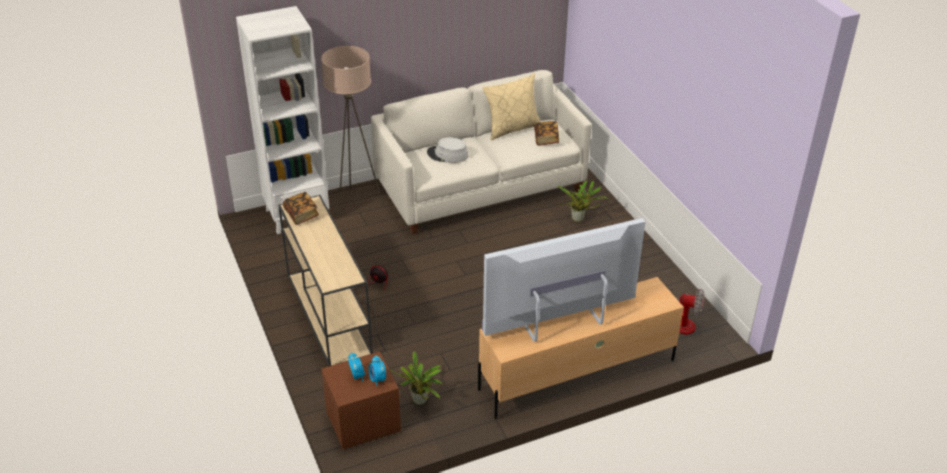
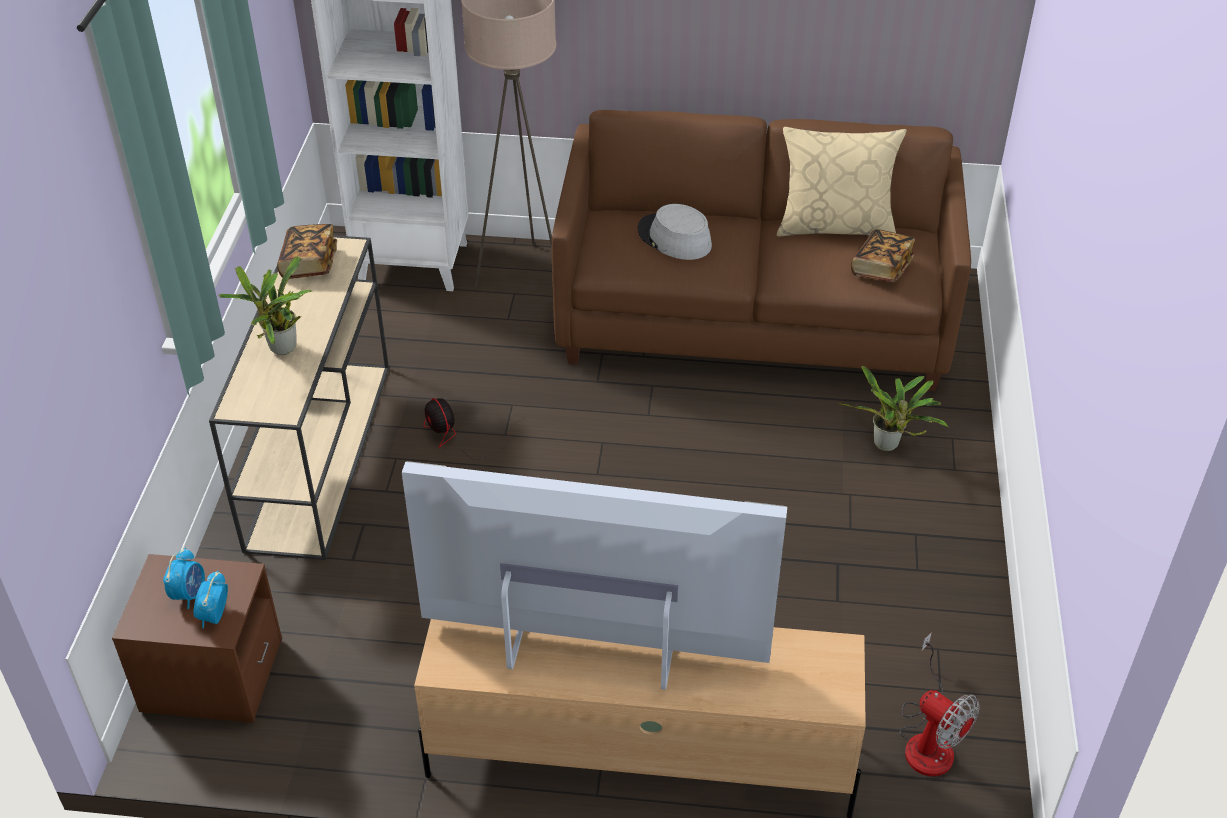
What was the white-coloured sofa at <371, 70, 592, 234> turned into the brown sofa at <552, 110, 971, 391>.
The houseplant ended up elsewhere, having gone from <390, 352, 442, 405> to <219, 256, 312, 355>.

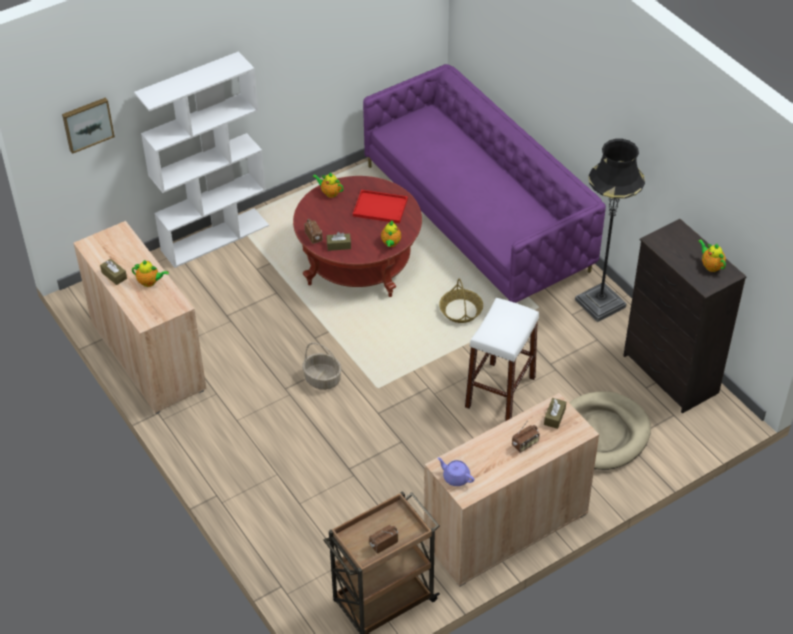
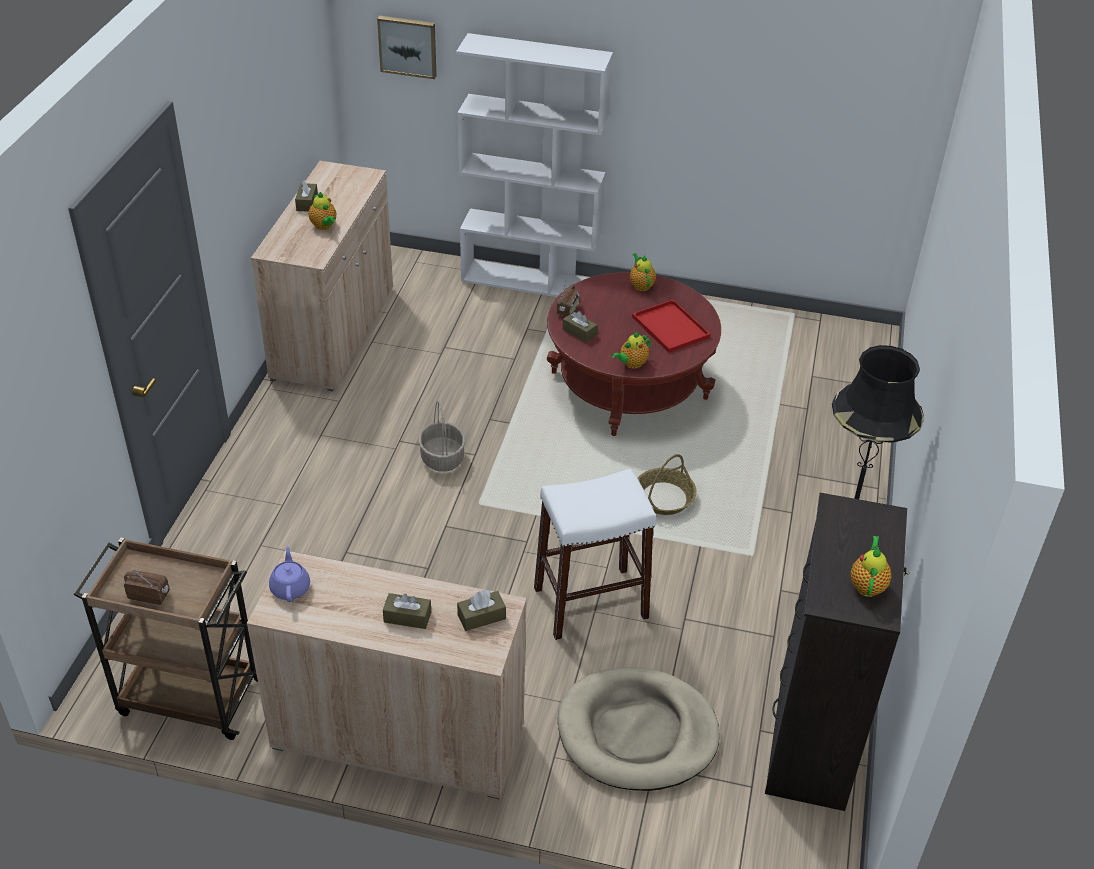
The second view lost the purple sofa at <363, 64, 606, 303>.
Where the radio stood at <512, 420, 540, 453>, the brown box of tissues came to stand at <383, 593, 431, 629>.

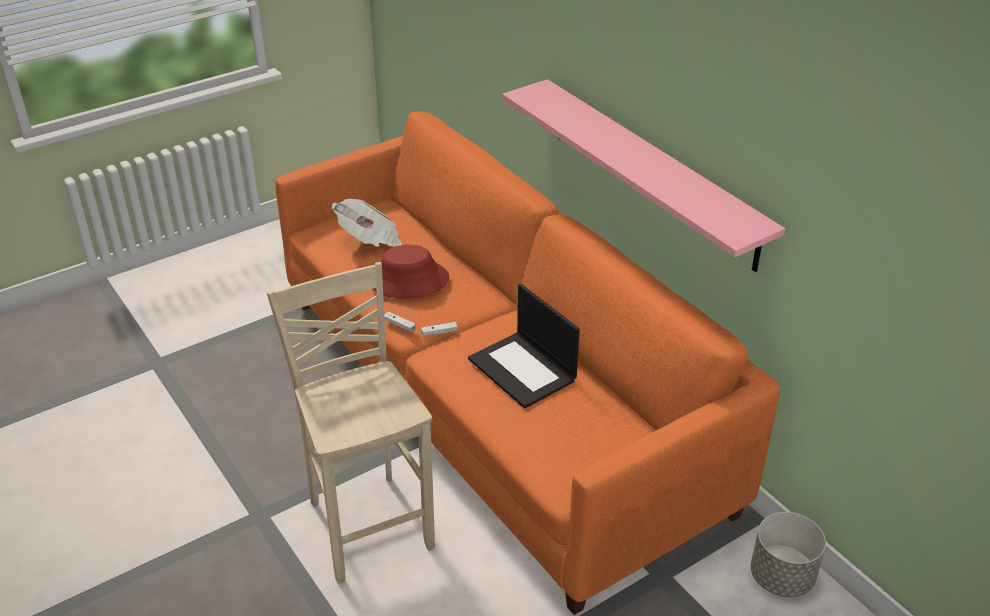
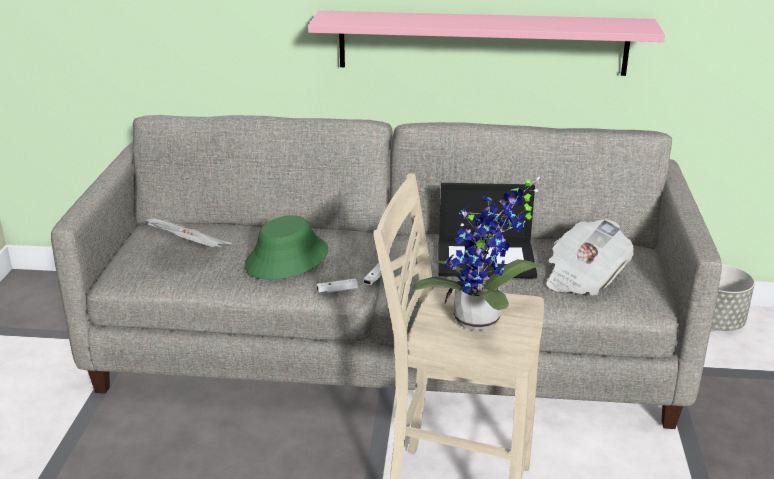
What was the orange sofa at <275, 112, 780, 615> turned into the gray sofa at <51, 115, 722, 429>.
What was the reddish clothing hat at <373, 244, 449, 299> turned into the green-coloured clothing hat at <244, 215, 328, 280>.
The second view gained the houseplant at <413, 176, 545, 331>.
The second view gained the printed paper at <546, 219, 634, 296>.

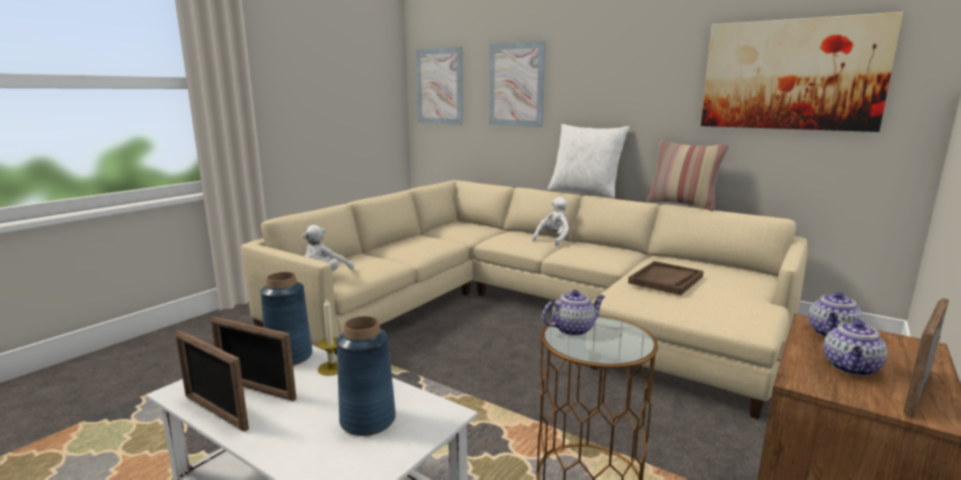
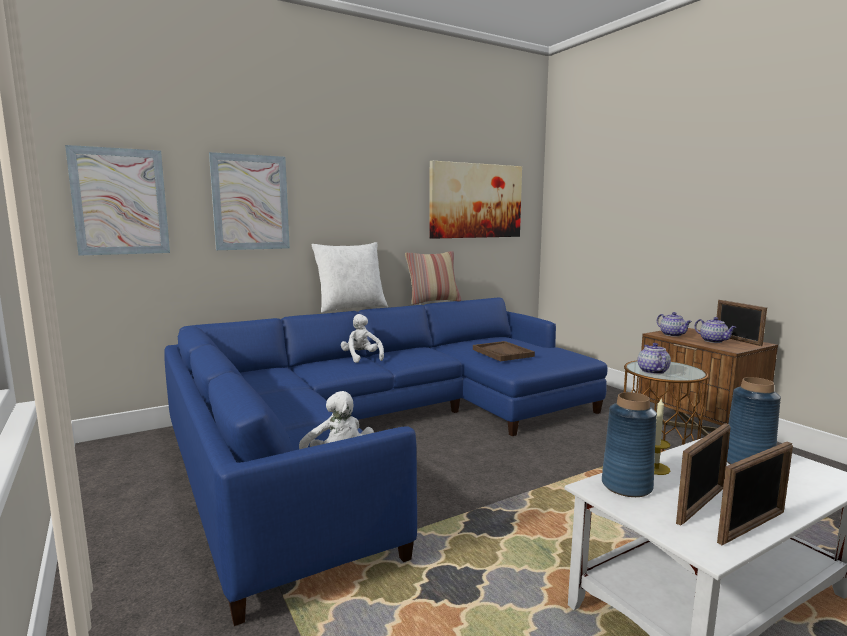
What was the beige sofa at <241, 180, 808, 419> turned into the bluish sofa at <164, 297, 608, 626>.

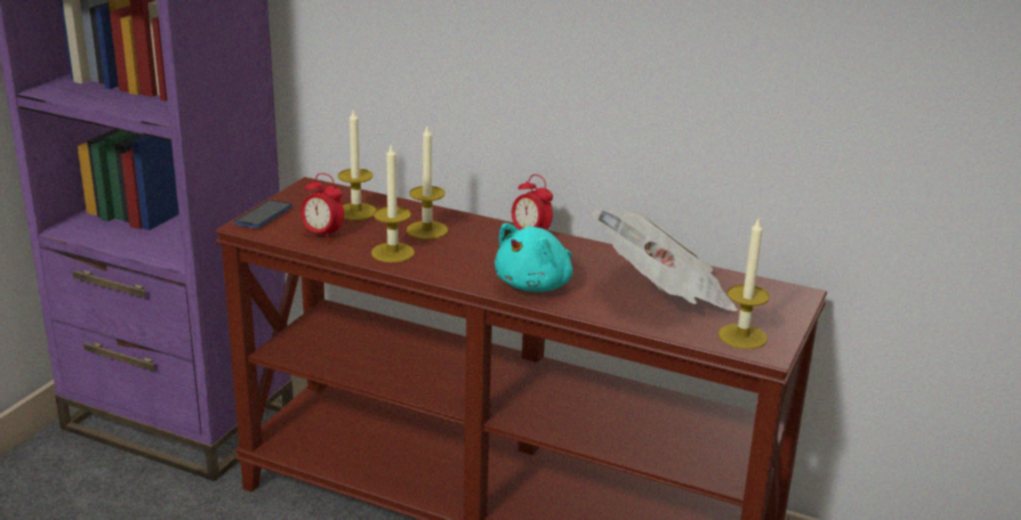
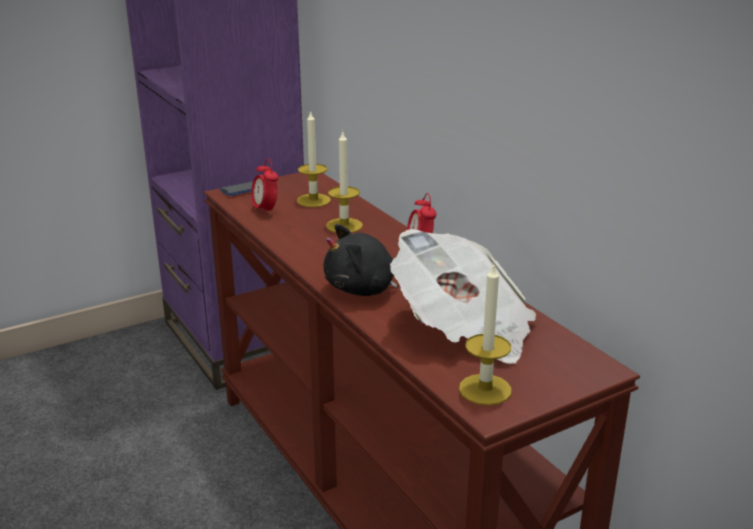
The second view lost the wax candle at <371, 145, 415, 263>.
What was the blue-green plush toy at <494, 223, 573, 292> turned into the black plush toy at <324, 224, 397, 296>.

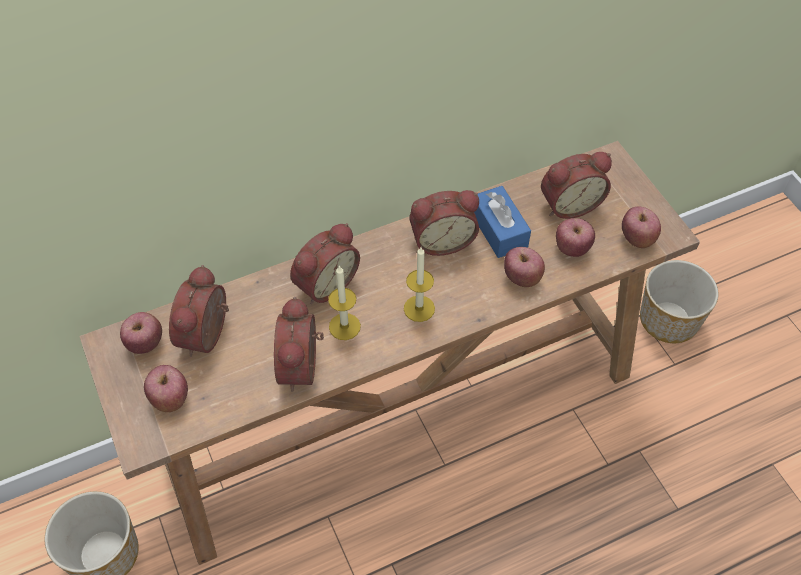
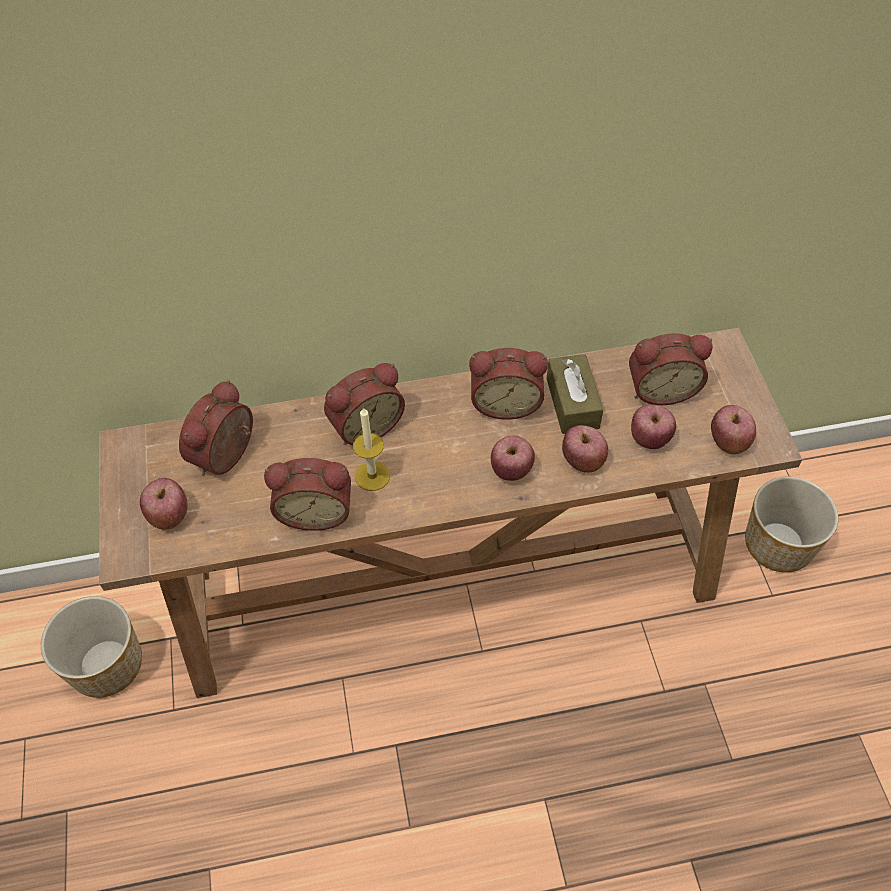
What was the bluish box of tissues at <474, 186, 531, 258> turned into the brown box of tissues at <546, 354, 603, 434>.
The second view lost the wax candle at <404, 247, 435, 322>.
The table clock at <274, 297, 324, 392> ended up facing another way, 105 degrees counterclockwise from before.
The apple ended up elsewhere, having gone from <120, 312, 162, 354> to <491, 436, 535, 481>.

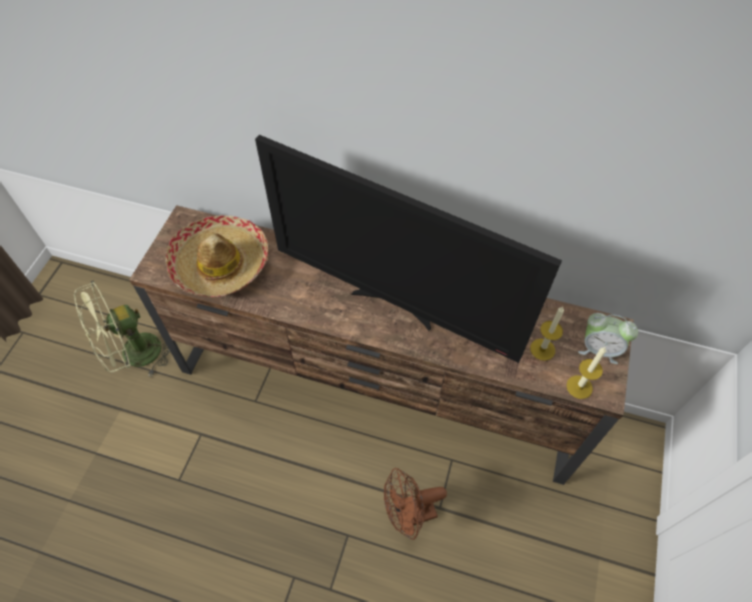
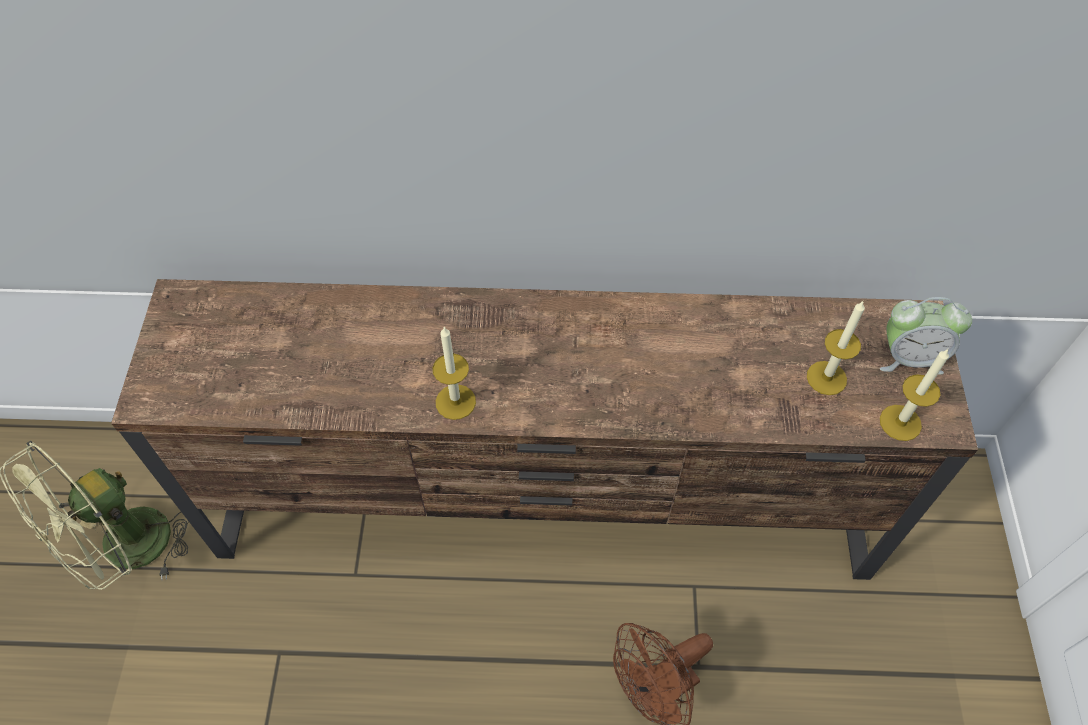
The second view lost the TV at <255, 135, 562, 363>.
The second view lost the clothing hat at <166, 215, 269, 297>.
The second view gained the wax candle at <433, 326, 476, 420>.

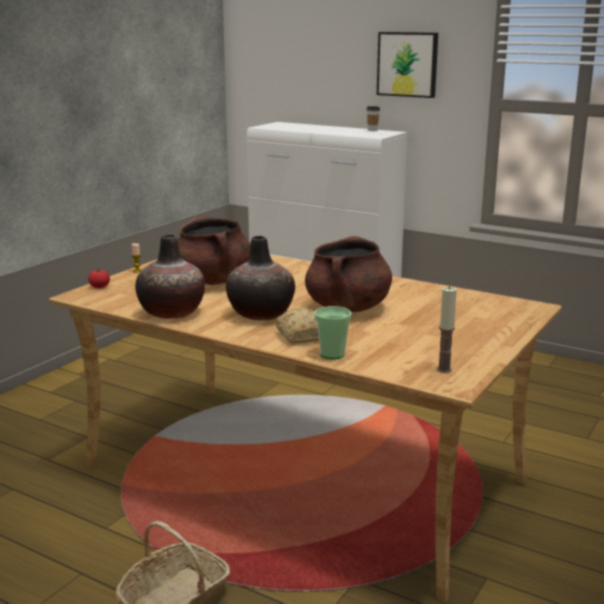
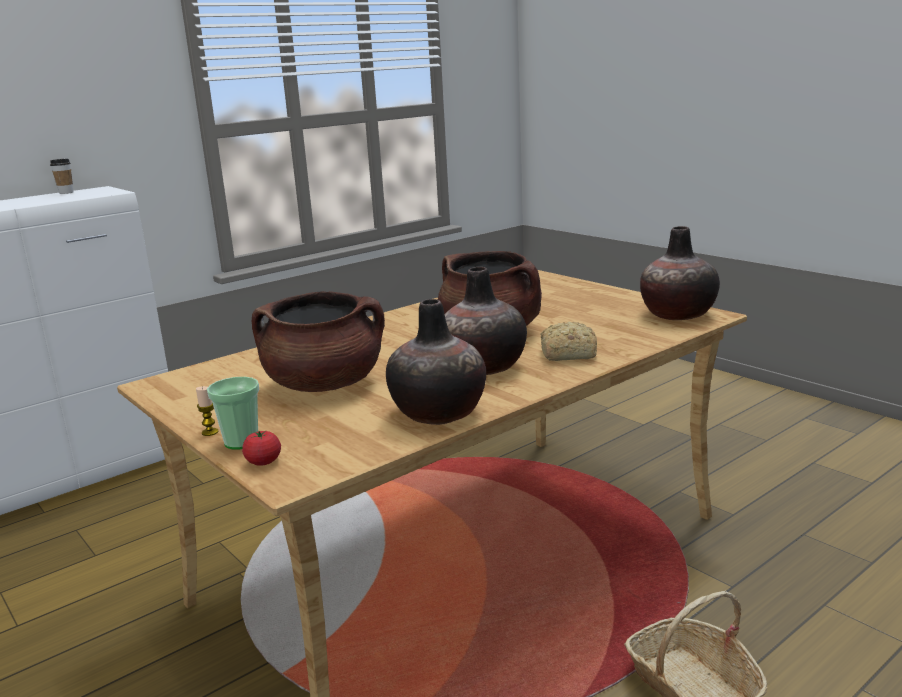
The second view lost the wall picture at <377, 32, 438, 98>.
Where the wax candle stood at <437, 286, 457, 373>, the flower vase came to stand at <640, 226, 720, 320>.
The drinking cup ended up elsewhere, having gone from <314, 306, 351, 359> to <207, 377, 259, 450>.

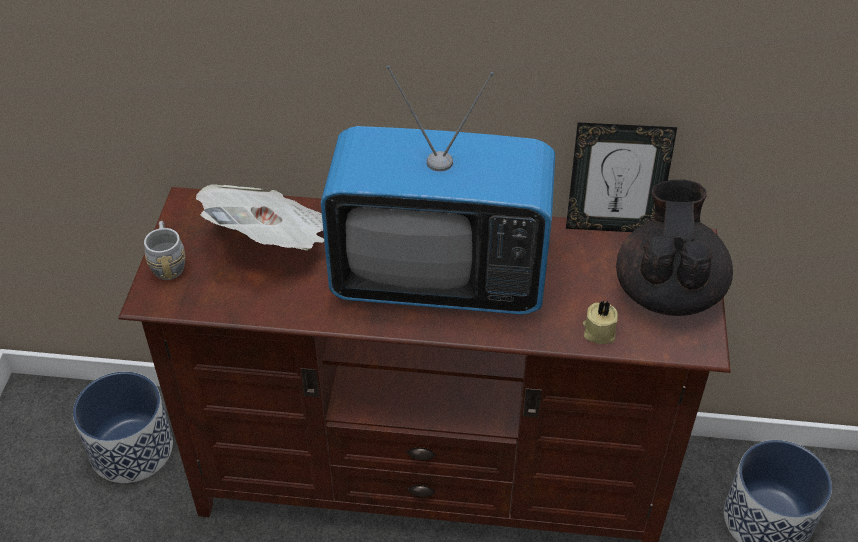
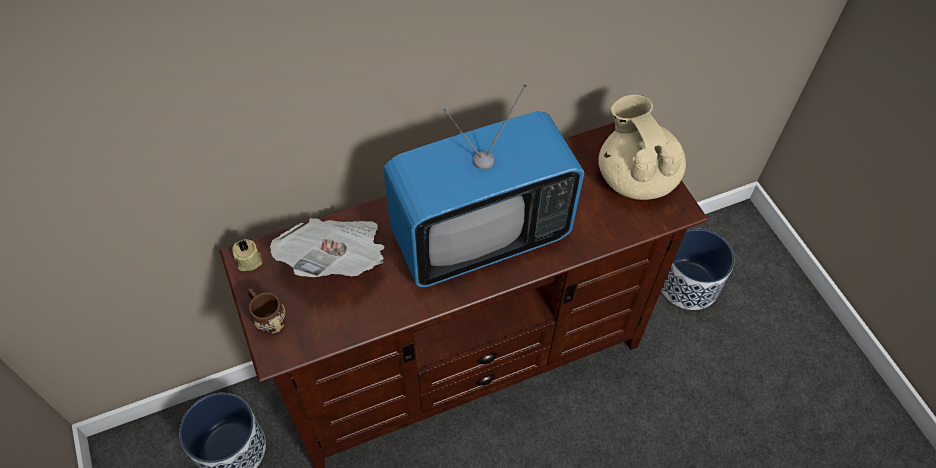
The second view lost the photo frame at <566, 122, 677, 232>.
What was the black pot for tea at <616, 179, 733, 316> turned into the beige pot for tea at <598, 95, 686, 200>.
What was the gray coffee mug at <144, 221, 185, 280> turned into the brown coffee mug at <247, 288, 285, 334>.
The beige wax candle ended up elsewhere, having gone from <583, 301, 618, 344> to <232, 239, 263, 271>.

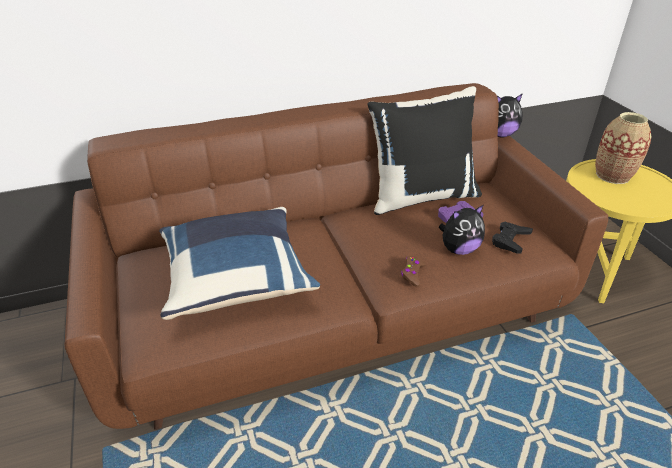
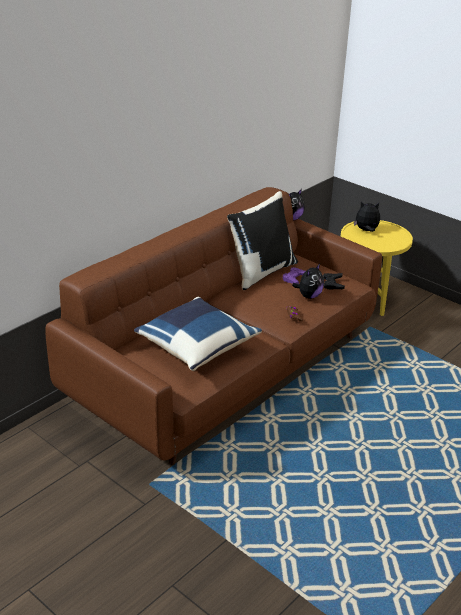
Where the flower vase stood at <595, 112, 651, 184>, the plush toy came to stand at <354, 201, 380, 232>.

